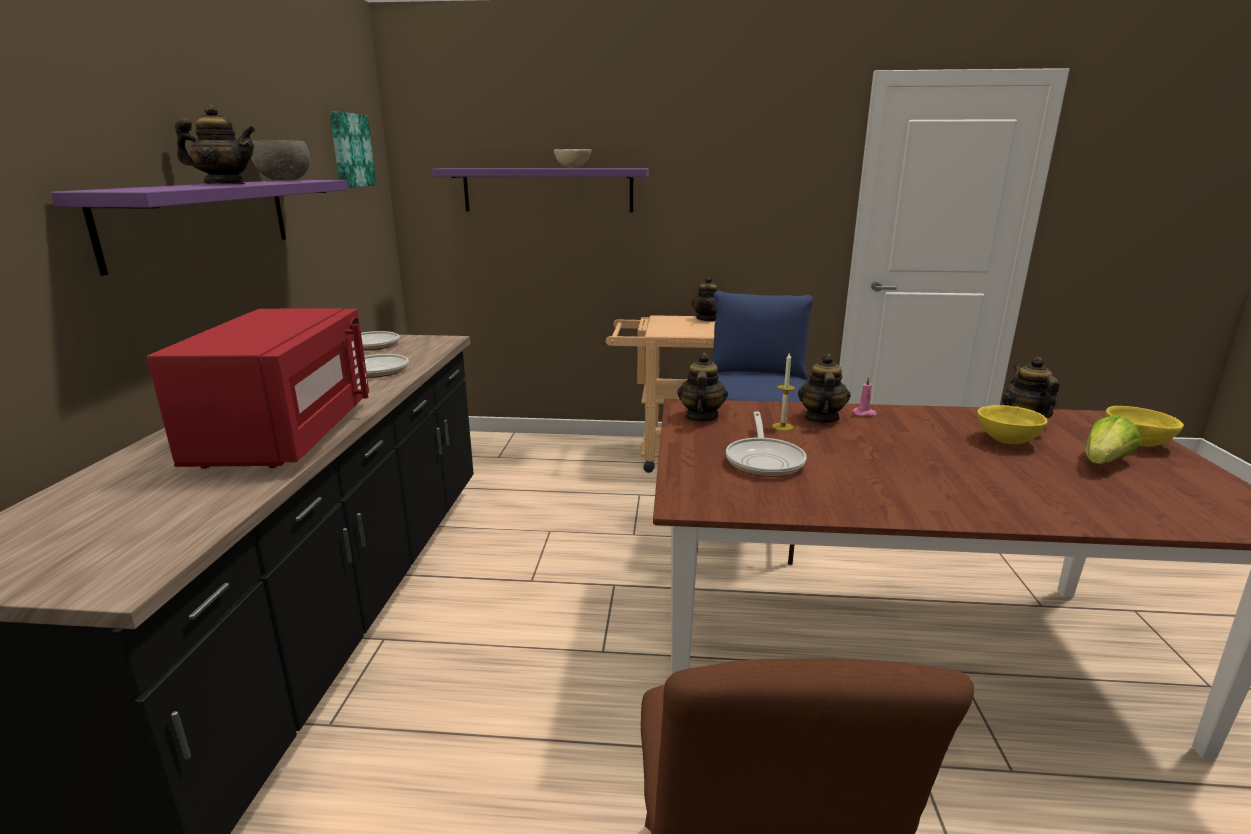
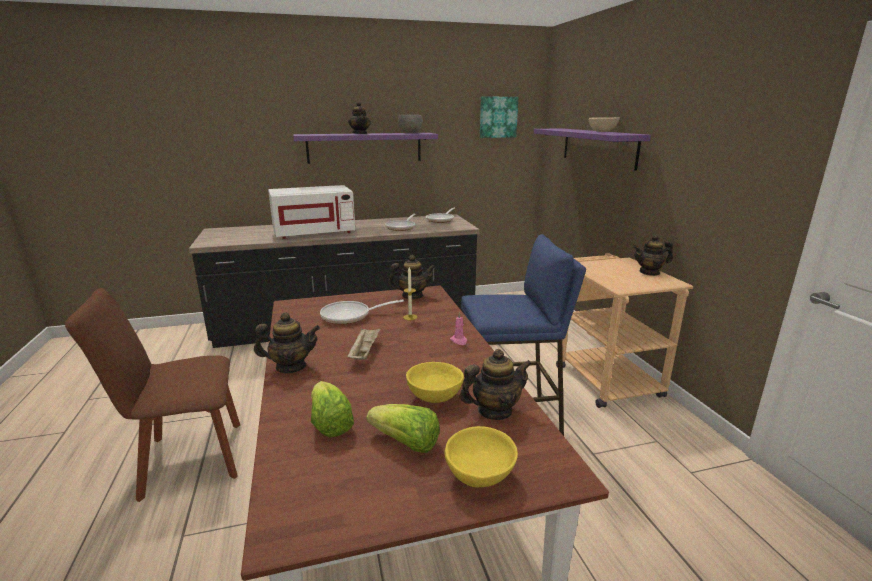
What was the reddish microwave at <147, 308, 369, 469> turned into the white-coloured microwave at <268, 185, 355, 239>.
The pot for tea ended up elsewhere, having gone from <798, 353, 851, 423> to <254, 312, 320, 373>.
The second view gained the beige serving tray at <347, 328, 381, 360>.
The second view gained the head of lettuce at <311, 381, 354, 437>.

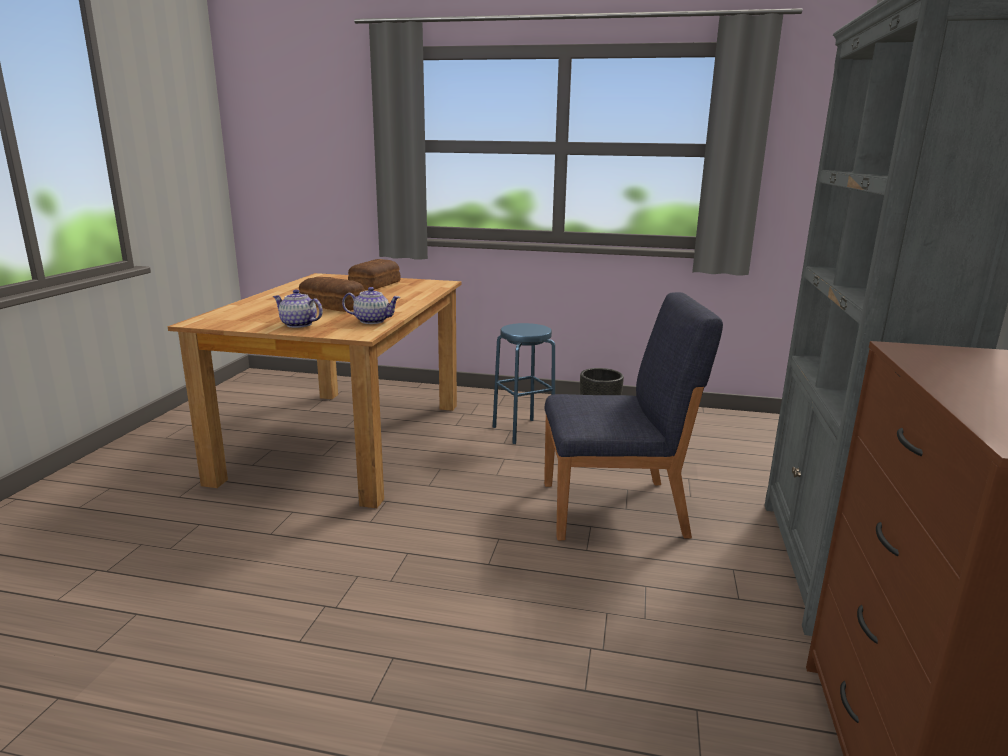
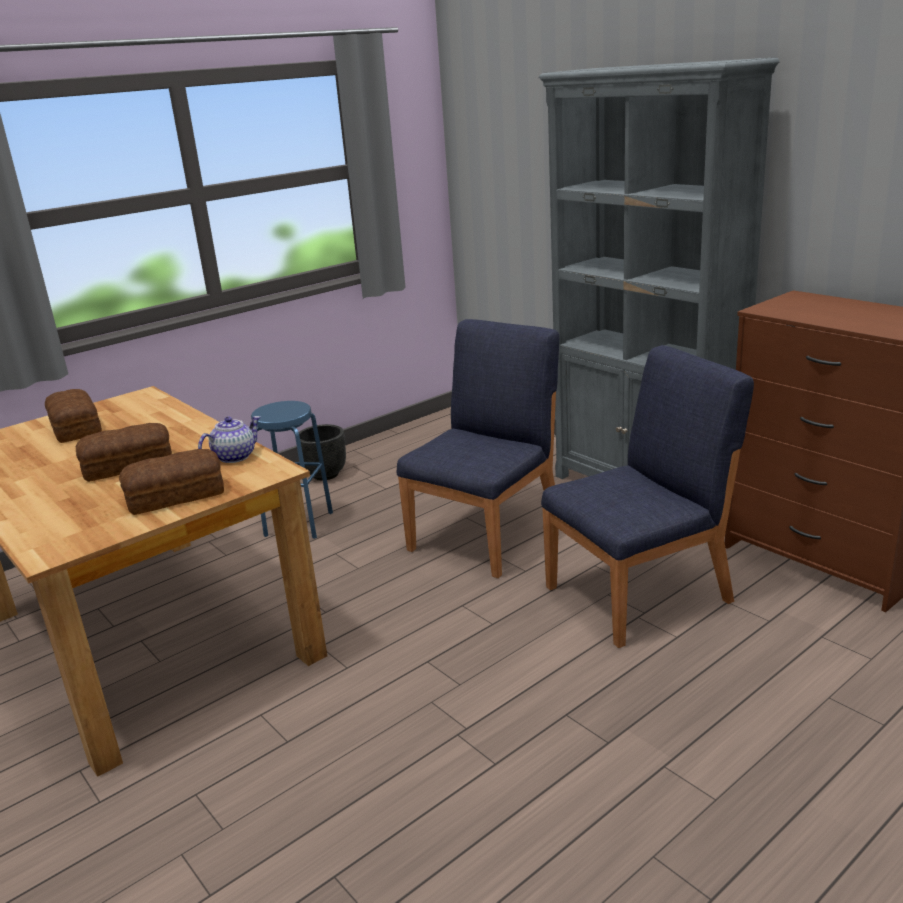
Where the pot for tea stood at <273, 289, 323, 328>, the bakery bread came to stand at <119, 449, 224, 515>.
The second view gained the bluish chair at <541, 345, 754, 648>.

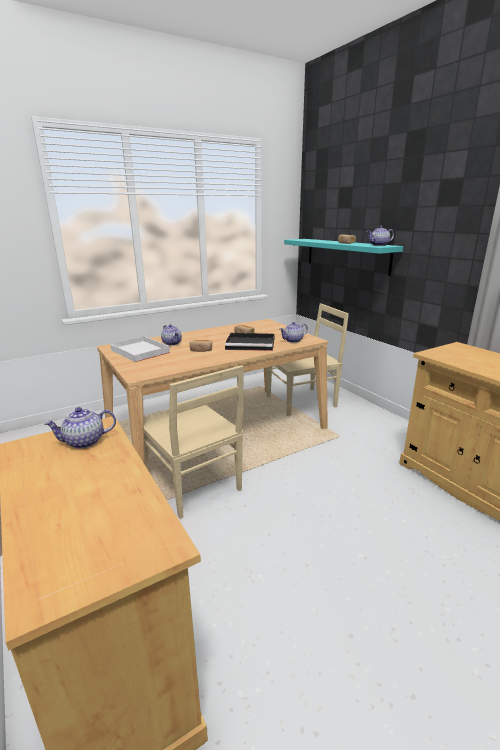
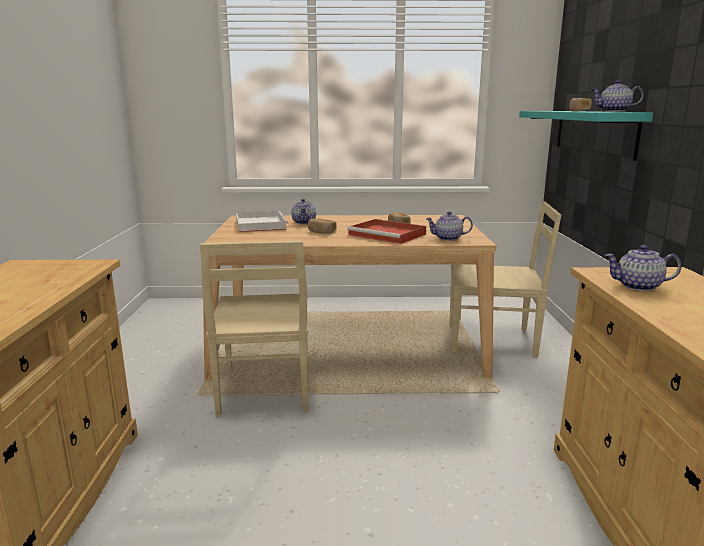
What was the black serving tray at <225, 333, 274, 351> turned into the reddish serving tray at <347, 219, 426, 244>.
The pot for tea ended up elsewhere, having gone from <44, 407, 116, 449> to <605, 245, 681, 291>.

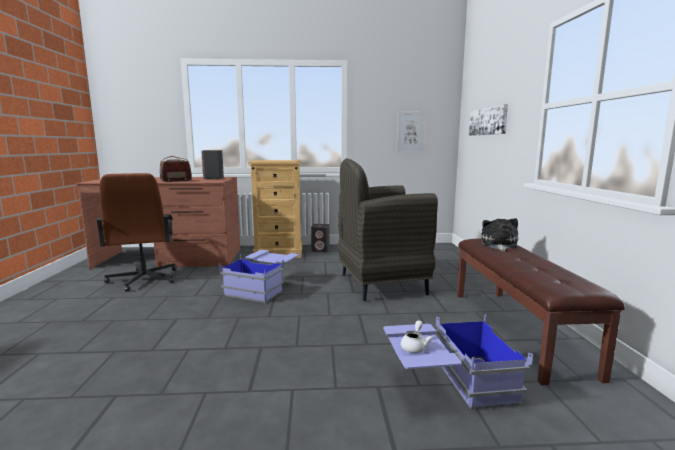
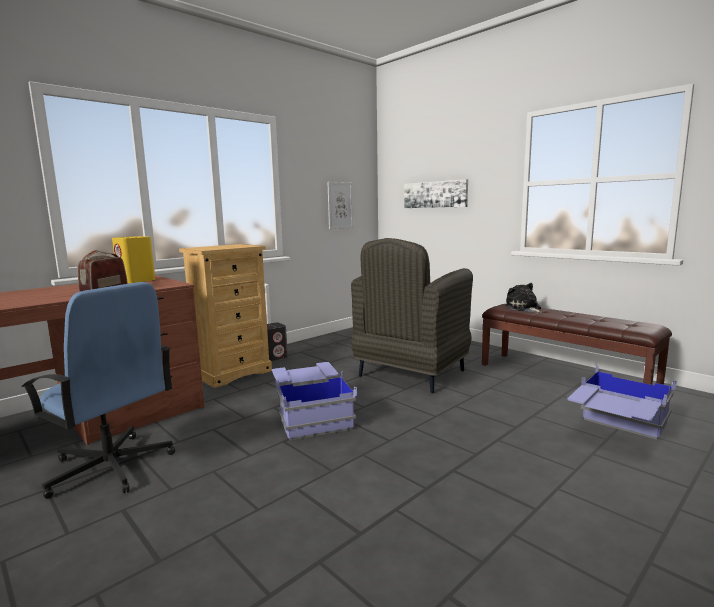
What was the gray speaker at <201, 150, 224, 179> turned into the yellowish speaker at <112, 236, 155, 283>.
What was the brown computer chair at <96, 173, 176, 292> turned into the bluish computer chair at <21, 282, 175, 499>.
The second view lost the white-coloured pot for tea at <400, 320, 433, 353>.

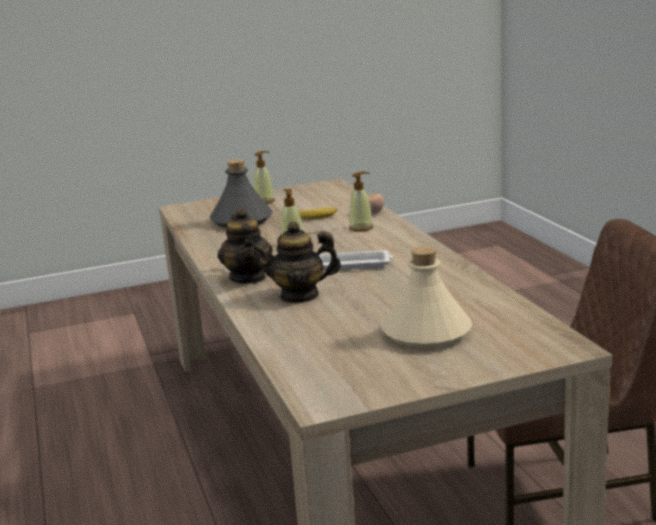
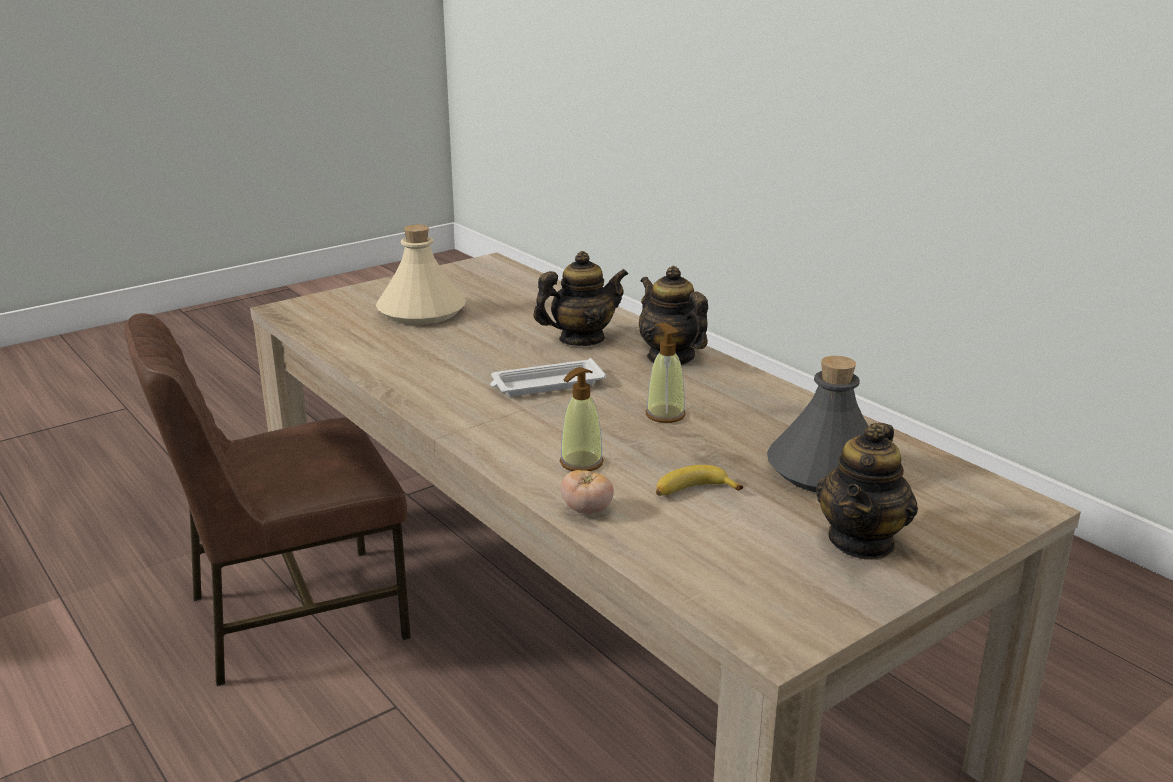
Where the soap bottle stood at <253, 151, 275, 204>, the pot for tea came to stand at <816, 423, 918, 560>.

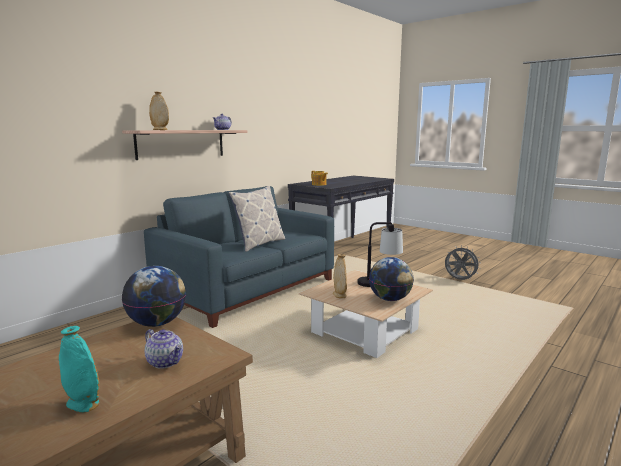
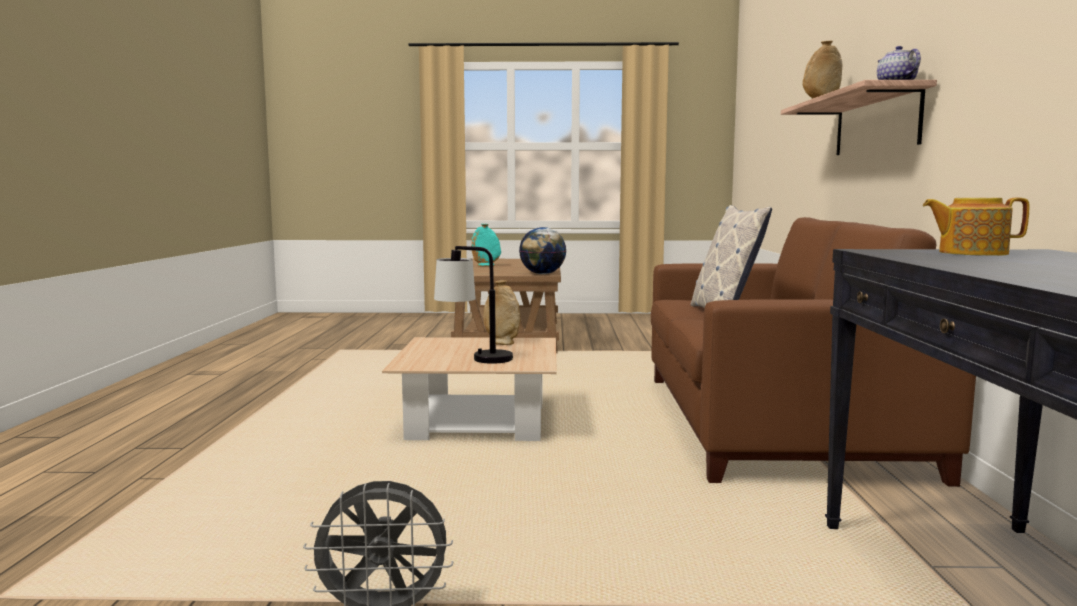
What was the bluish sofa at <144, 186, 334, 328> turned into the brown sofa at <651, 217, 976, 487>.
The second view lost the globe at <369, 257, 414, 301>.
The second view lost the pot for tea at <145, 329, 183, 369>.

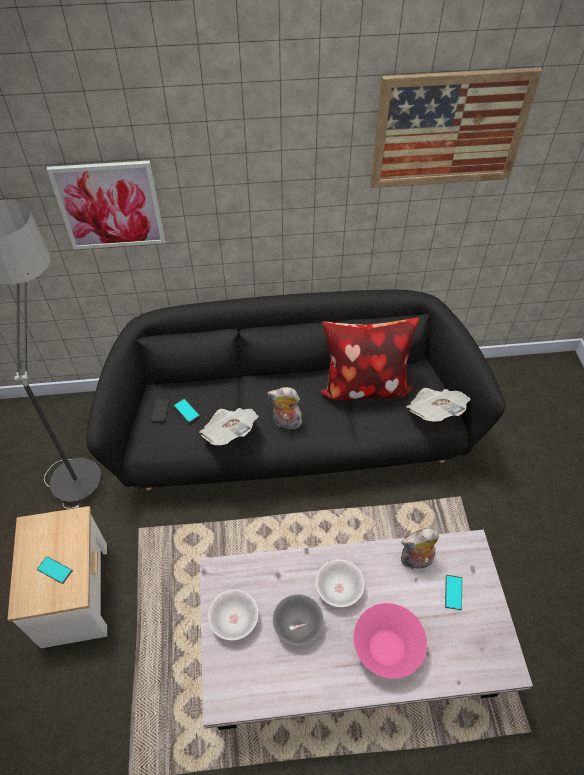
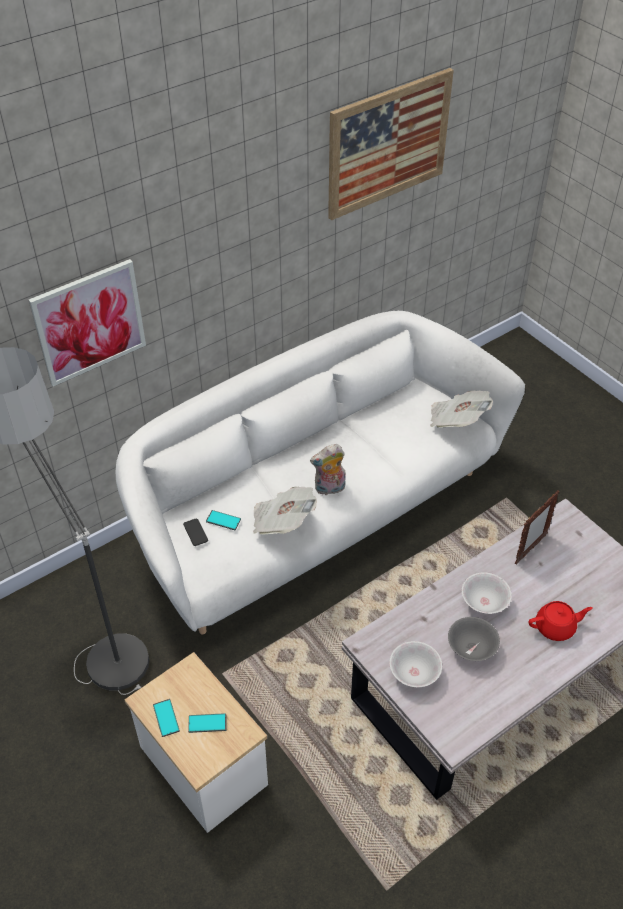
What was the black sofa at <86, 290, 506, 491> turned into the white-coloured sofa at <116, 311, 525, 634>.
The second view lost the pillow at <320, 318, 419, 400>.
Where the plush toy stood at <401, 528, 439, 571>, the photo frame came to stand at <515, 490, 560, 564>.
The phone ended up elsewhere, having gone from <445, 575, 462, 610> to <153, 699, 180, 737>.
Where the pinkish deep dish stood at <353, 603, 427, 679>, the reddish pot for tea came to stand at <528, 601, 593, 641>.

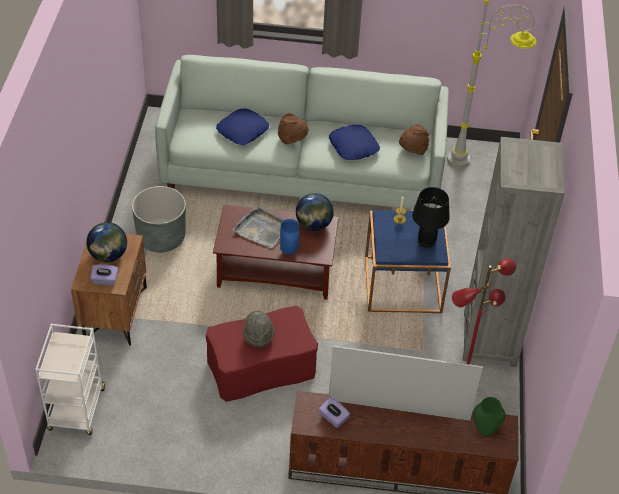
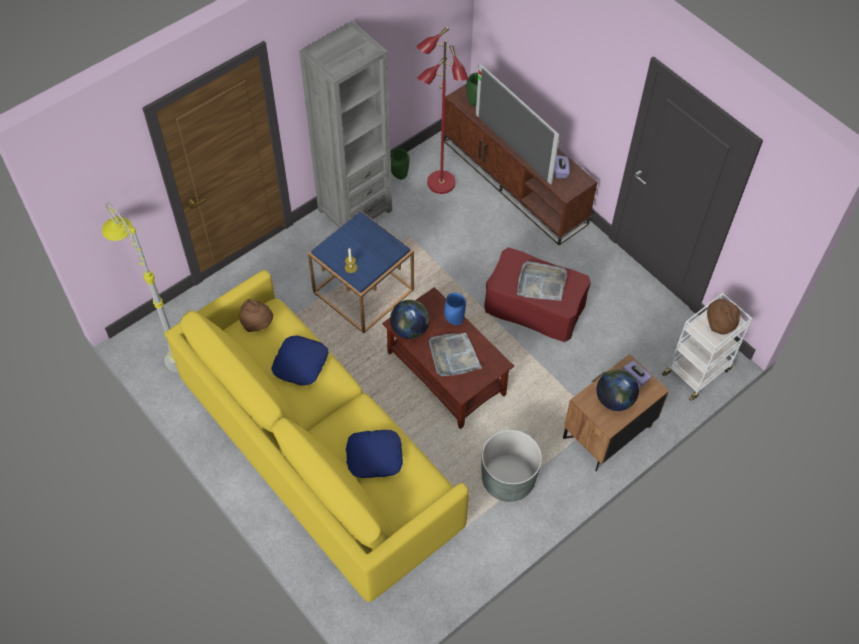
What was the white-coloured sofa at <155, 55, 449, 209> turned into the yellowish sofa at <165, 270, 469, 602>.
The brown clothing hat ended up elsewhere, having gone from <278, 113, 308, 145> to <707, 299, 740, 335>.
The second view lost the black lamp for a table at <412, 187, 450, 248>.
Where the gray clothing hat stood at <243, 311, 275, 348>, the gray serving tray came to stand at <517, 261, 567, 301>.
The second view gained the green-coloured flower vase at <391, 148, 410, 180>.

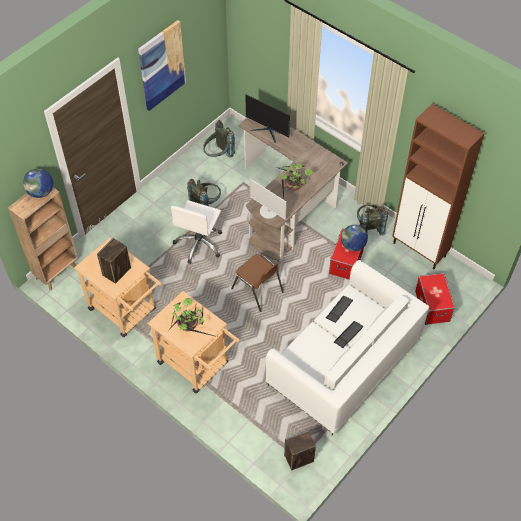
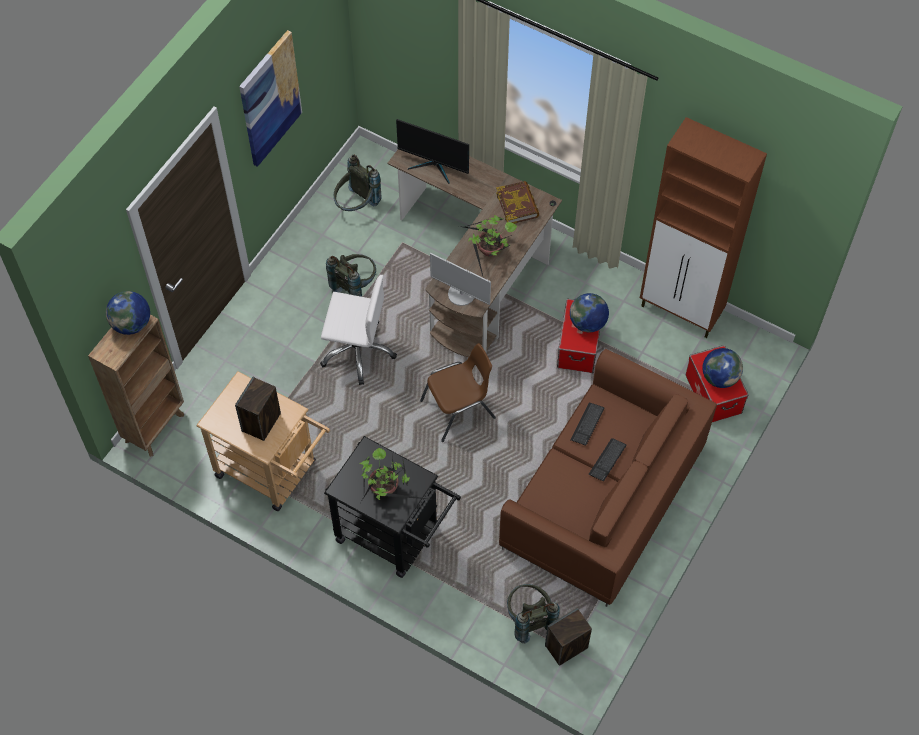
The white-coloured computer chair at <171, 200, 222, 264> ended up facing another way, 90 degrees counterclockwise from before.
The gray rucksack ended up elsewhere, having gone from <357, 204, 388, 236> to <507, 584, 560, 643>.
The brown chair at <231, 254, 284, 312> ended up facing another way, 60 degrees counterclockwise from before.
What was the white-coloured sofa at <266, 260, 429, 436> turned into the brown sofa at <499, 349, 717, 607>.
What was the beige cart at <148, 291, 240, 393> turned into the black cart at <324, 436, 461, 578>.
The second view gained the bound book at <496, 181, 540, 224>.
The second view gained the globe at <703, 348, 743, 388>.

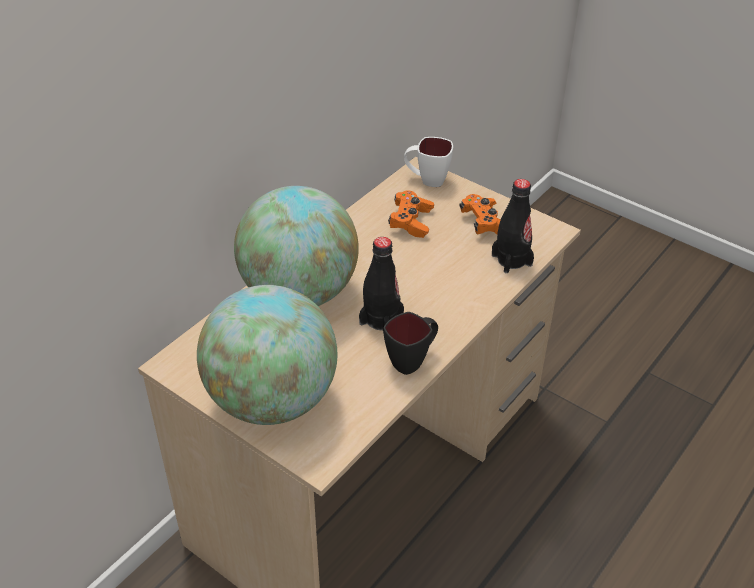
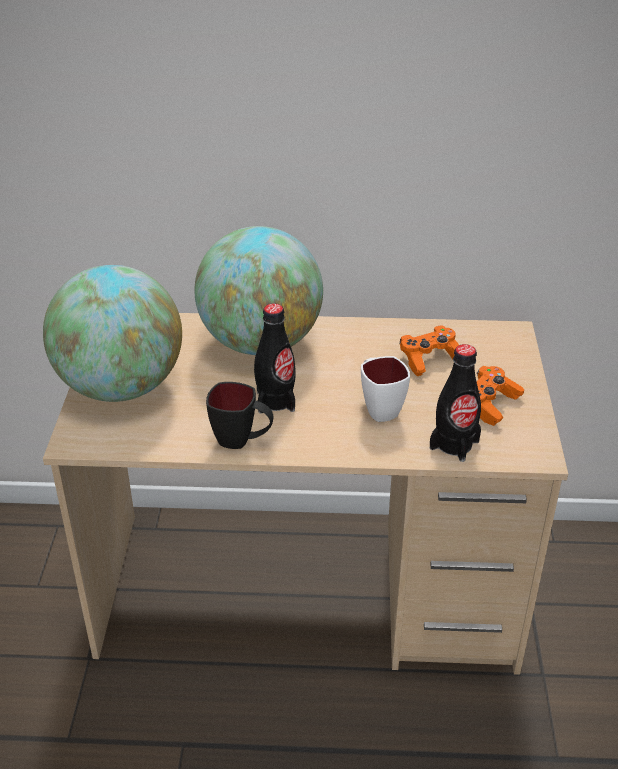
The white-coloured coffee mug ended up elsewhere, having gone from <404, 137, 453, 187> to <361, 356, 410, 422>.

